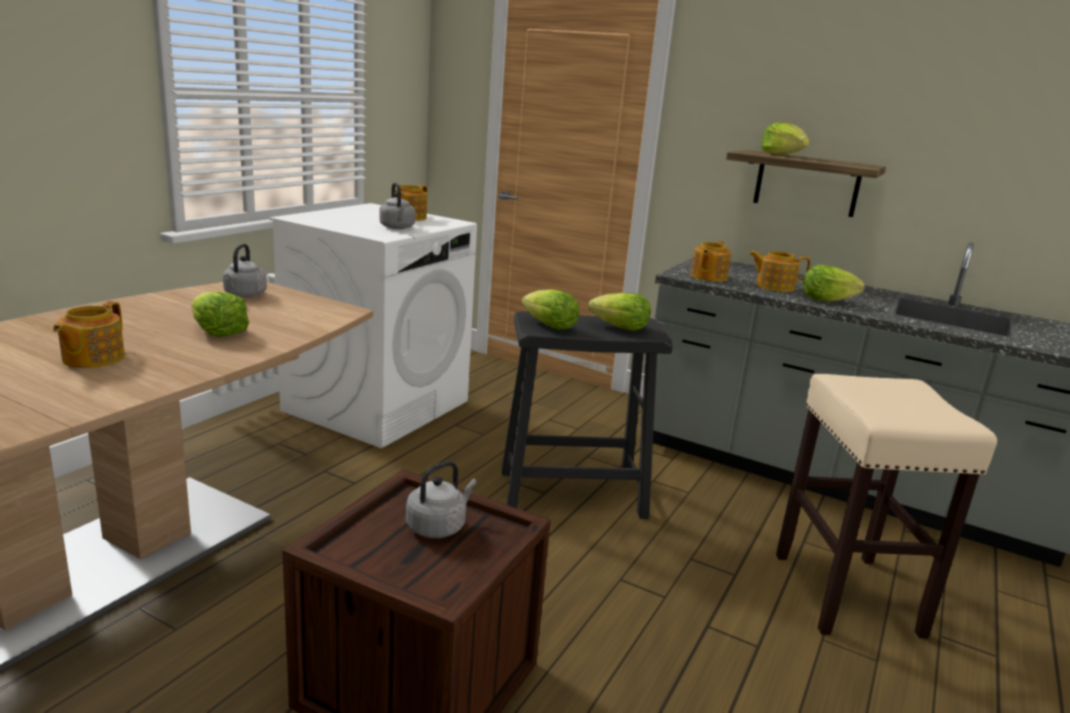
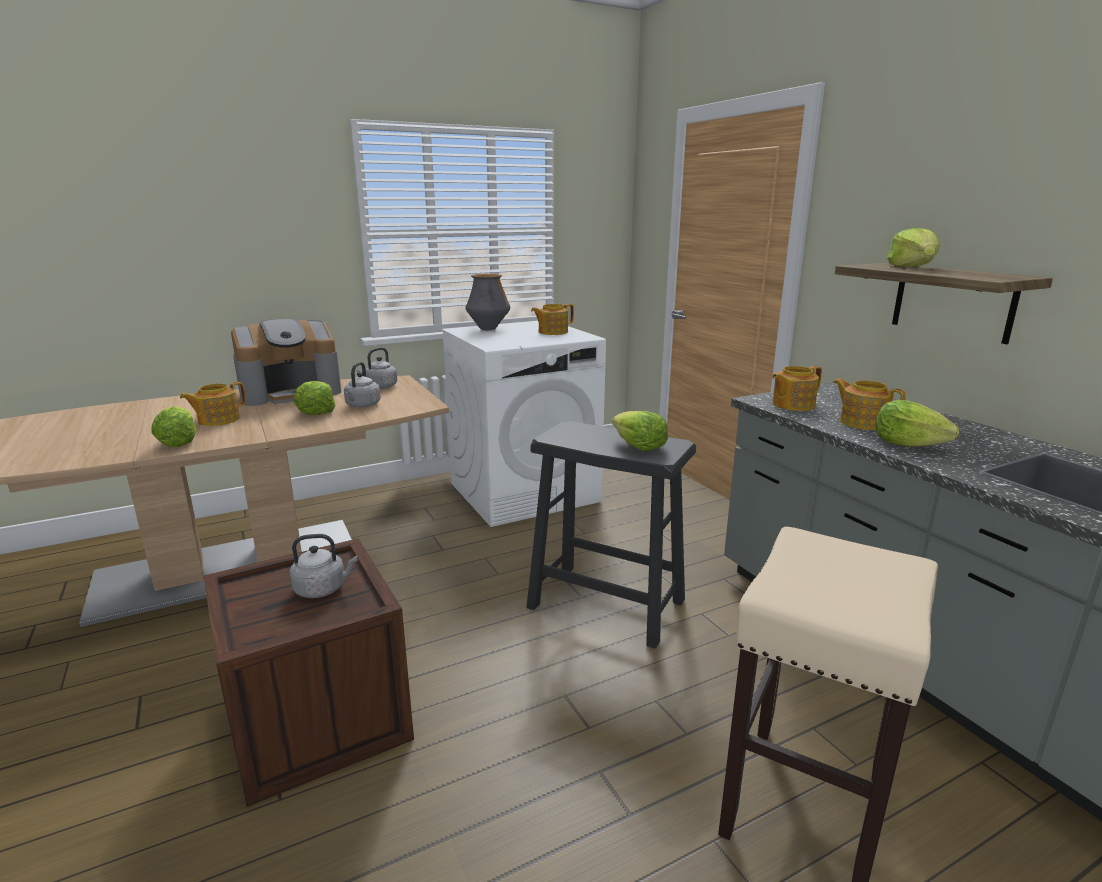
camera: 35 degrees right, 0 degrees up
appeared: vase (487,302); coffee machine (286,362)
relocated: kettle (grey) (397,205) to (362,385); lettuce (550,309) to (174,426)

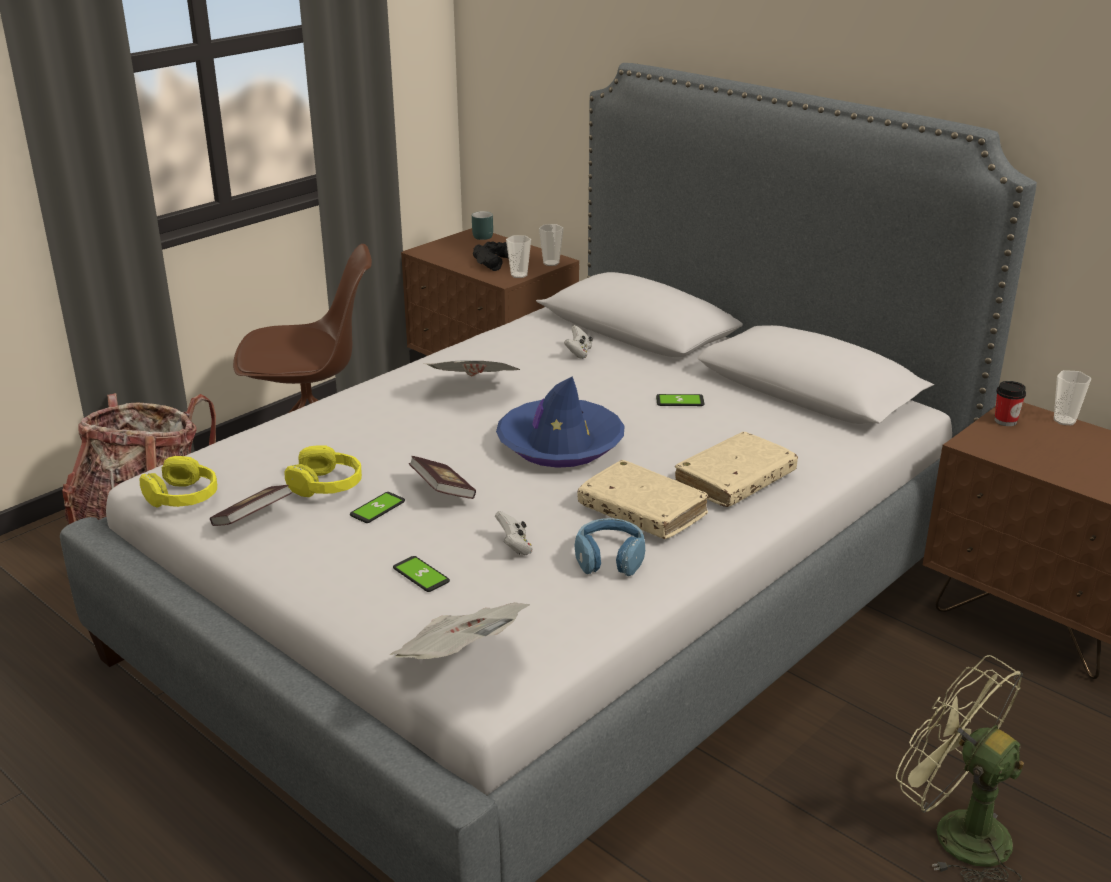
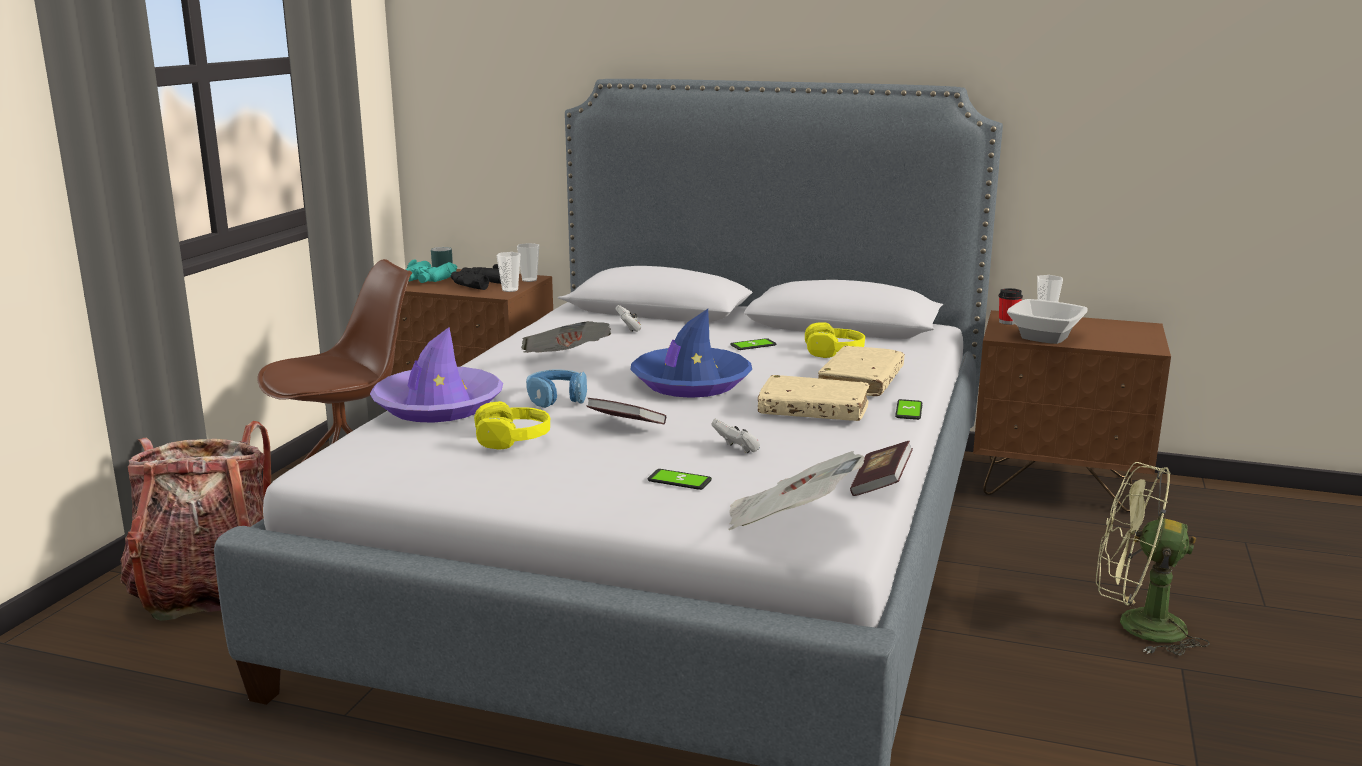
camera: 25 degrees left, 10 degrees down
appeared: binoculars (turquoise) (431,271); bowl (1047,321); hat (purple) (436,375)
relocated: headphones (yellow) (178,482) to (835,340); book (251,505) to (881,468); phone (377,507) to (908,409); headphones (blue) (609,547) to (556,388)

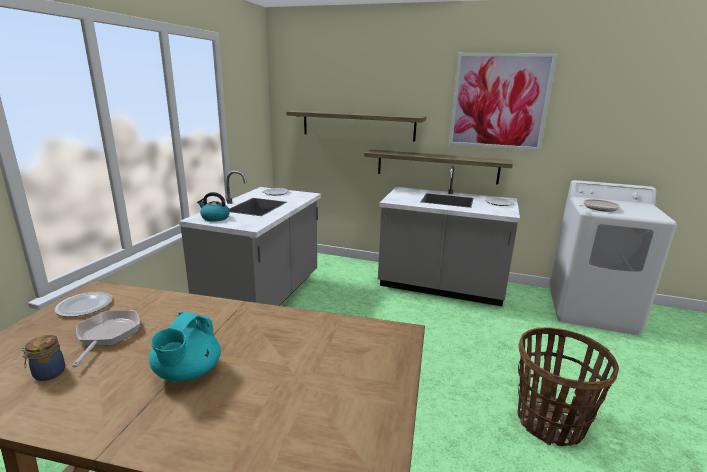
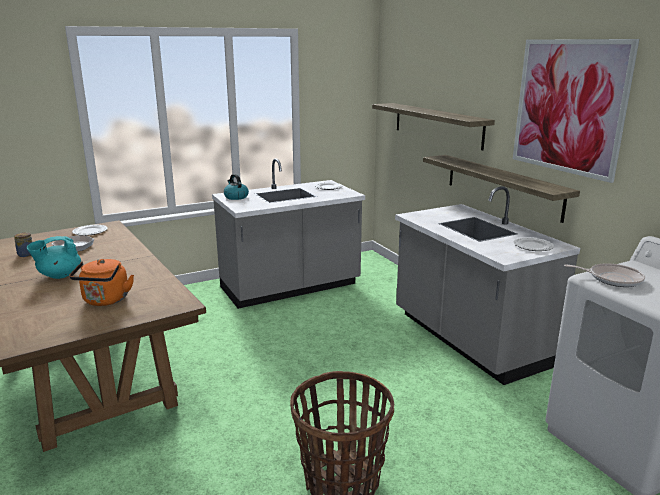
camera: 45 degrees right, 0 degrees up
appeared: kettle (orange) (101,282)

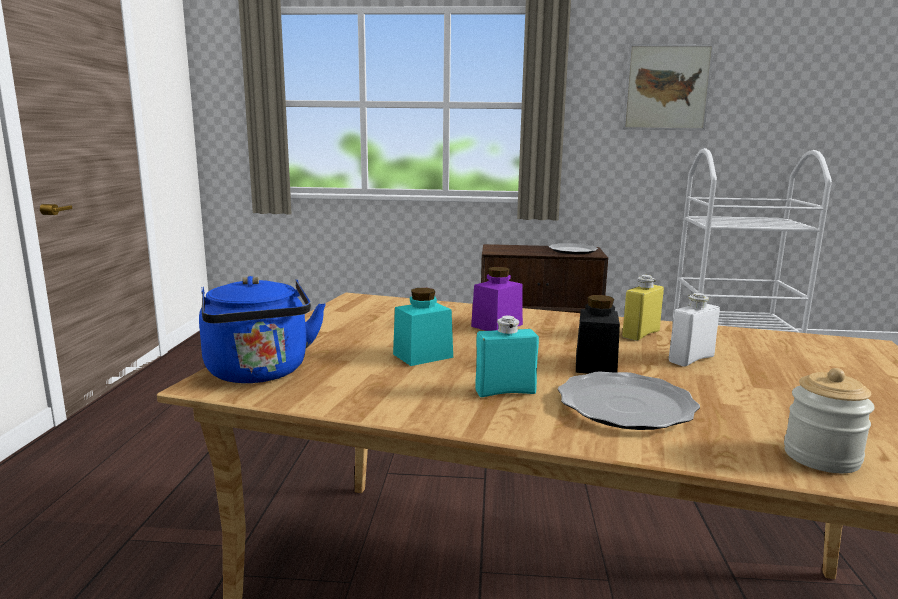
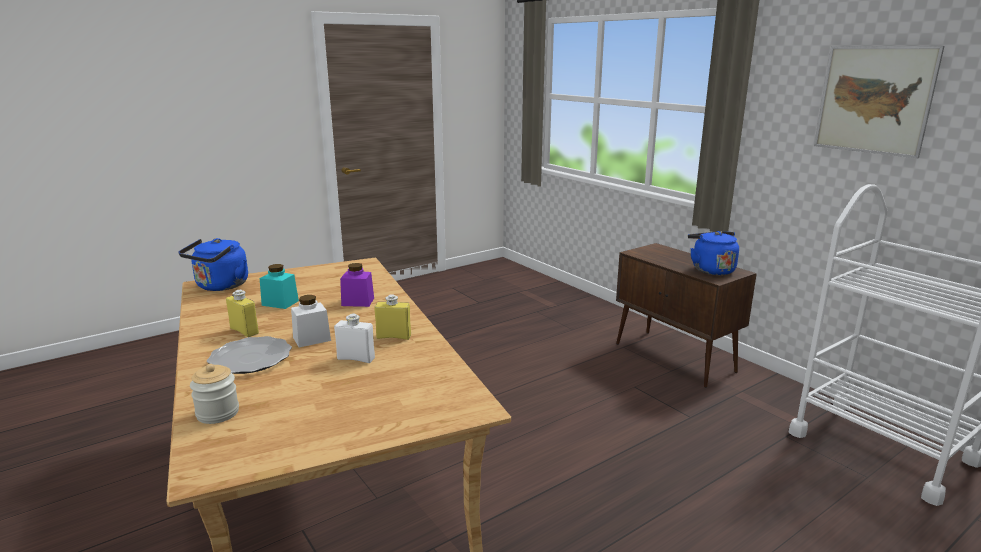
camera: 50 degrees right, 5 degrees up
exchanged: plate (573,248) to kettle (blue) (713,253)
colour: jar (black) (598,334) to jar (white) (311,321); bottle (turquoise) (507,356) to bottle (yellow) (242,313)

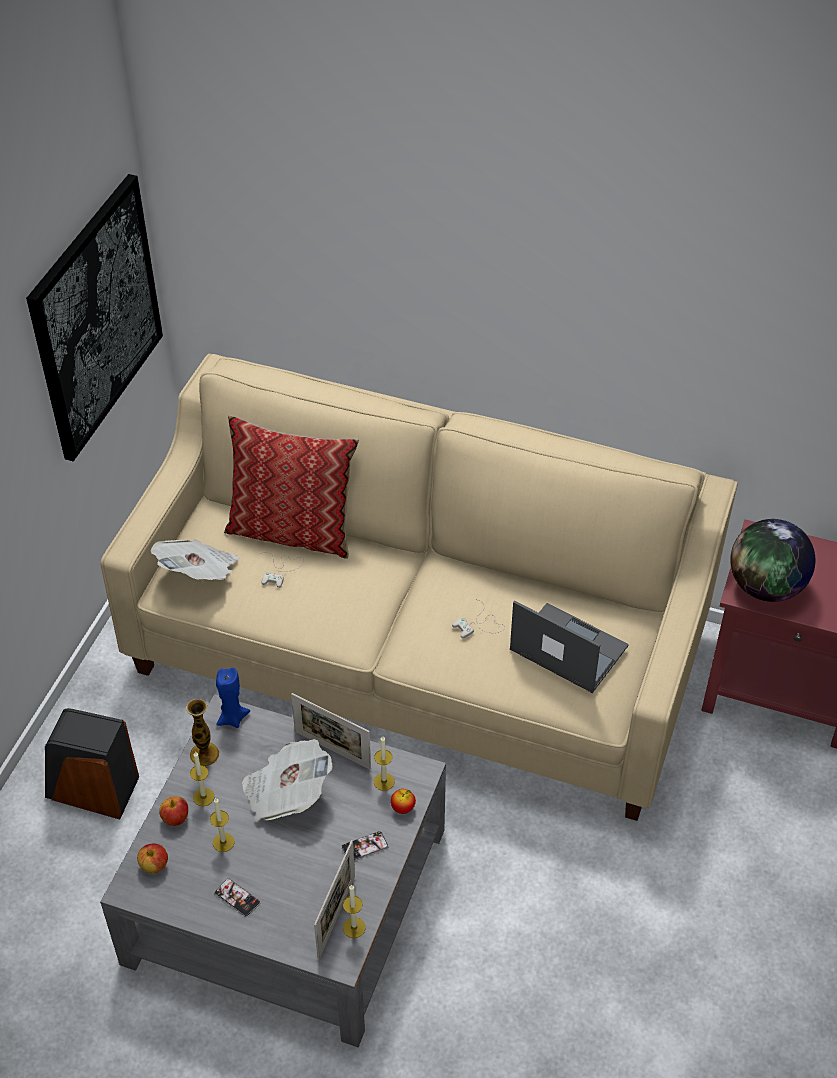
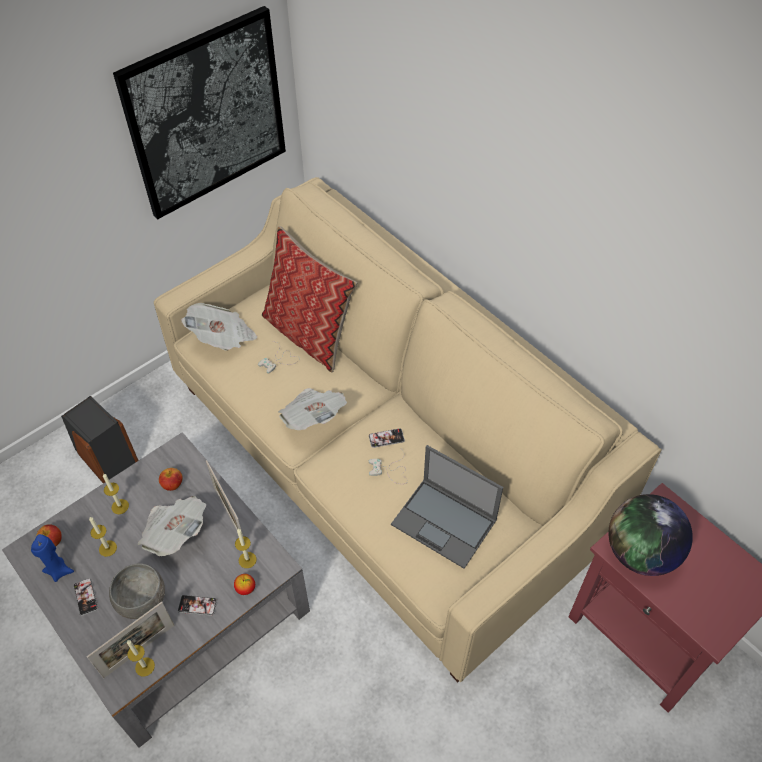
camera: 30 degrees right, 5 degrees up
missing: vase (202,733)
appeared: newspaper (312,409); phone (387,438); bowl (grey) (137,591)
relocated: candle (blue) (233,698) to (52,558); apple (173,811) to (171,479)
spun: laptop (569,646) = (447,507) 150 degrees clockwise

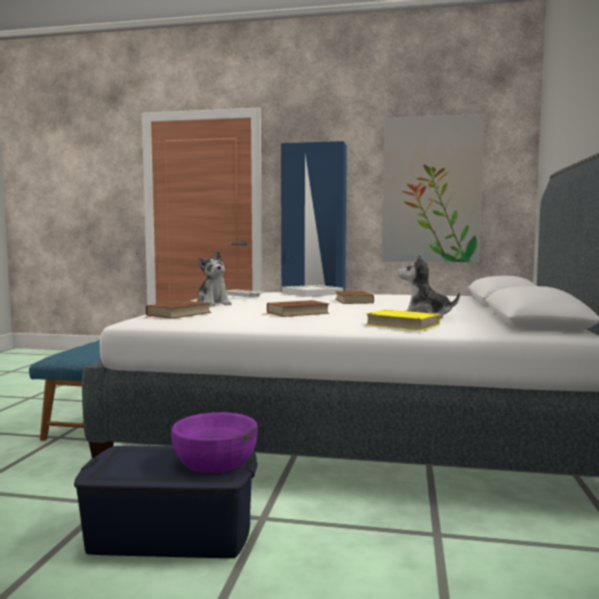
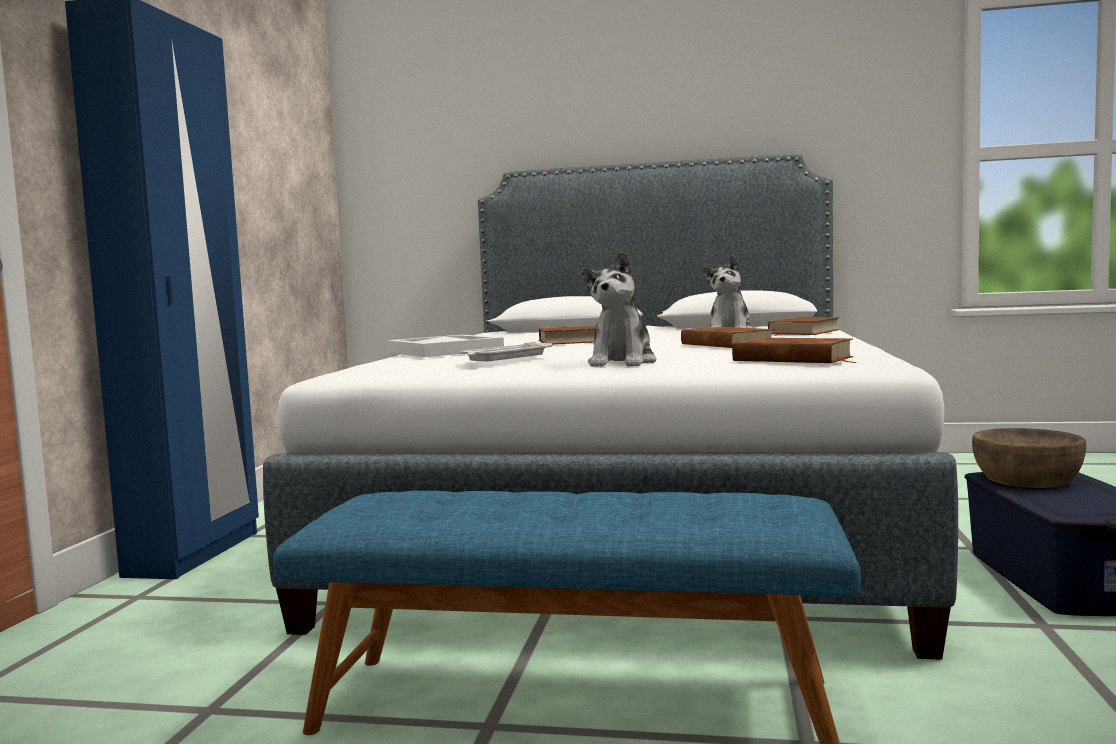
camera: 90 degrees left, 0 degrees up
missing: picture (433,188)
colour: book (yellow) (402,320) to book (brown) (804,326); bowl (purple) (214,442) to bowl (brown) (1029,458)
spun: plush toy (214,278) = (619,309) 135 degrees clockwise

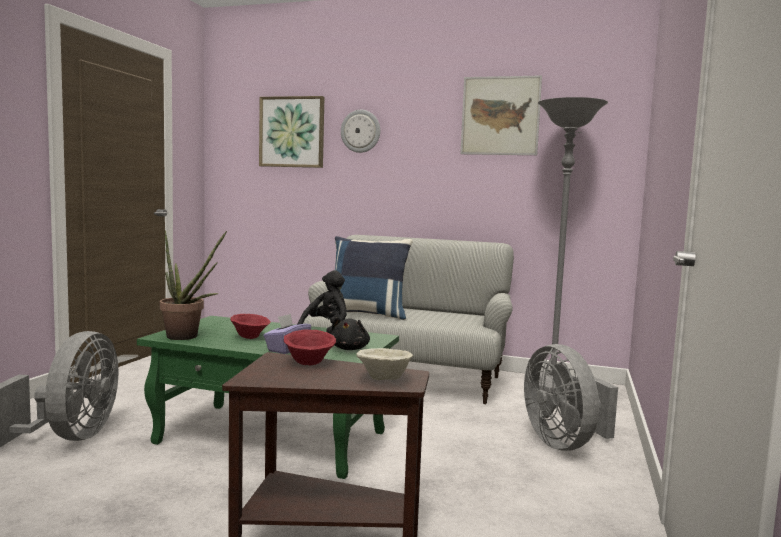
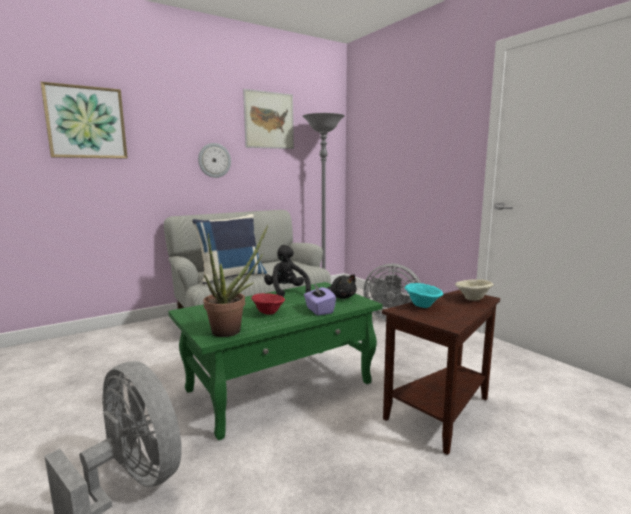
camera: 50 degrees left, 5 degrees up
relocated: wall clock (360,131) to (214,160)
colour: bowl (red) (310,347) to bowl (turquoise) (424,295)

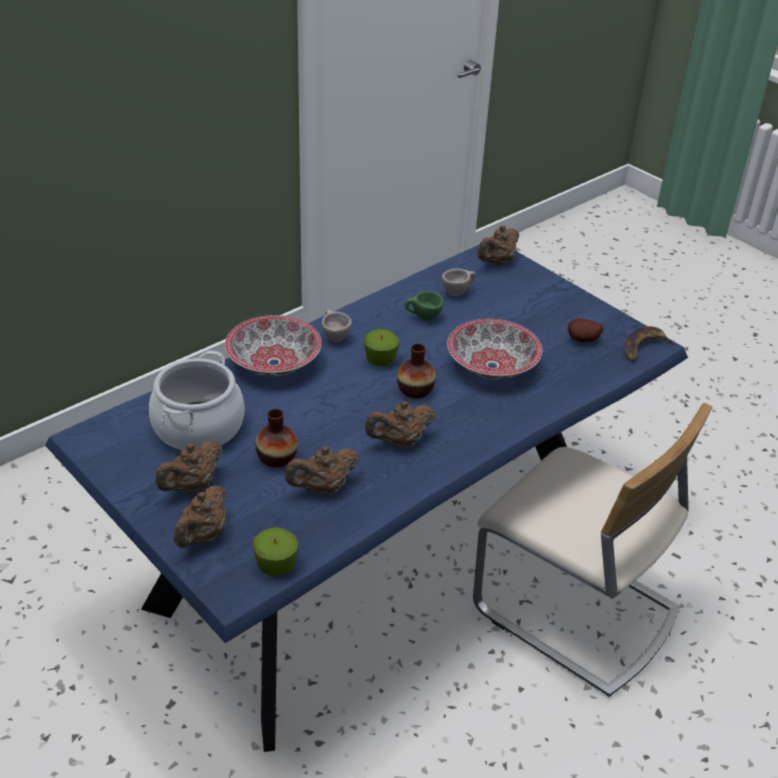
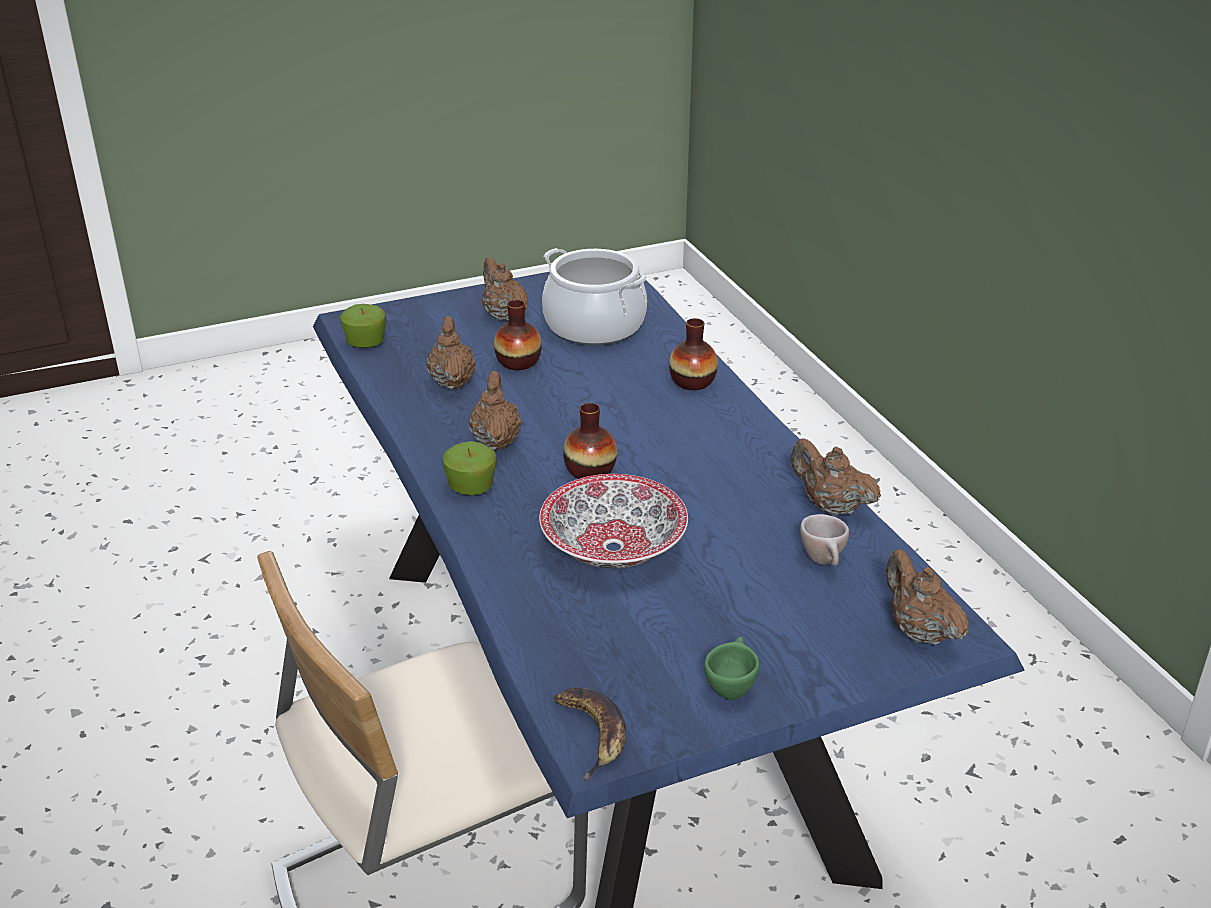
camera: 110 degrees right, 5 degrees down
missing: cup (beige) (337,326); potato (585,330)
relocated: cup (green) (424,306) to (732,668); apple (381,347) to (469,468); teapot (brown) (200,516) to (836,477)
exchanged: bowl (273,346) to vase (693,354)

